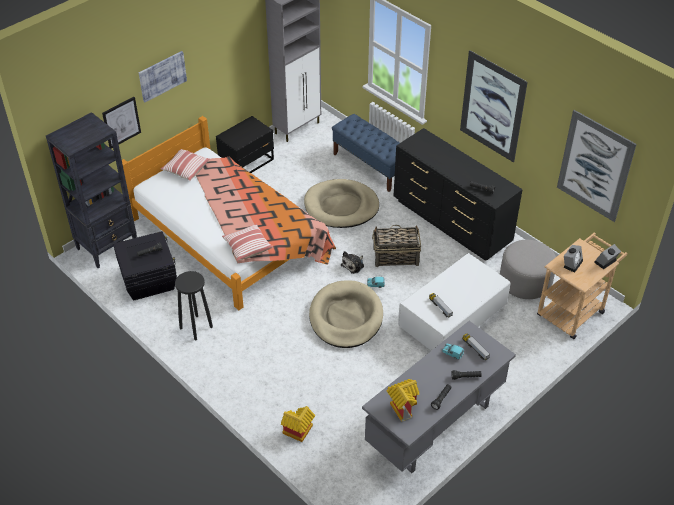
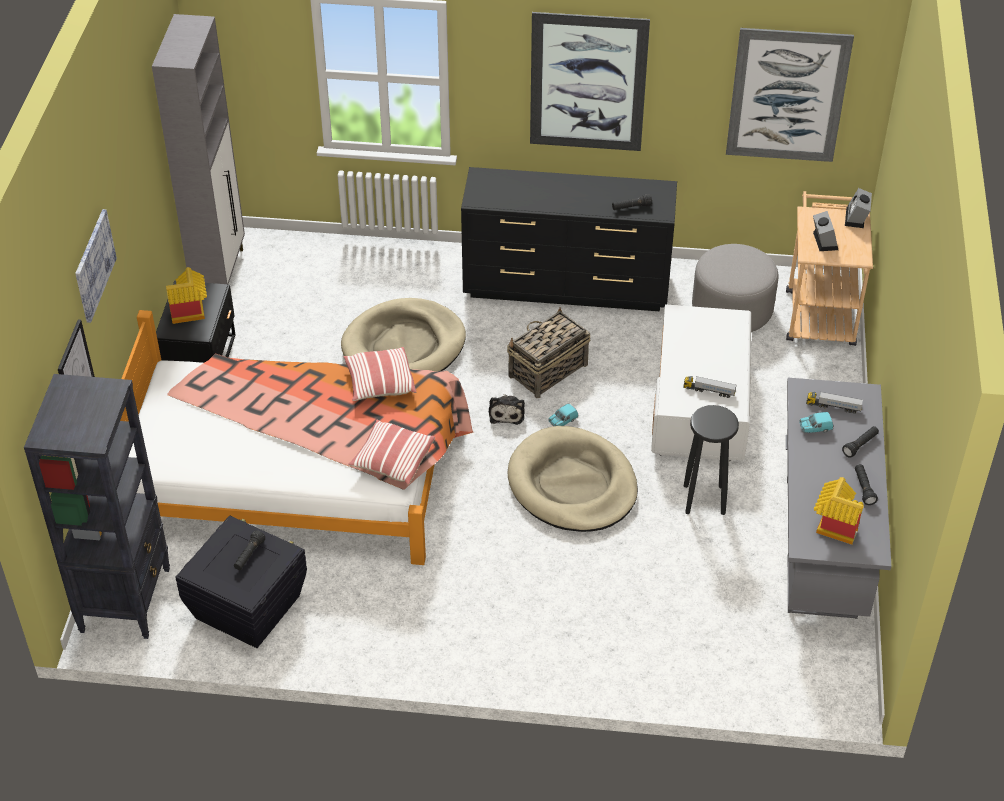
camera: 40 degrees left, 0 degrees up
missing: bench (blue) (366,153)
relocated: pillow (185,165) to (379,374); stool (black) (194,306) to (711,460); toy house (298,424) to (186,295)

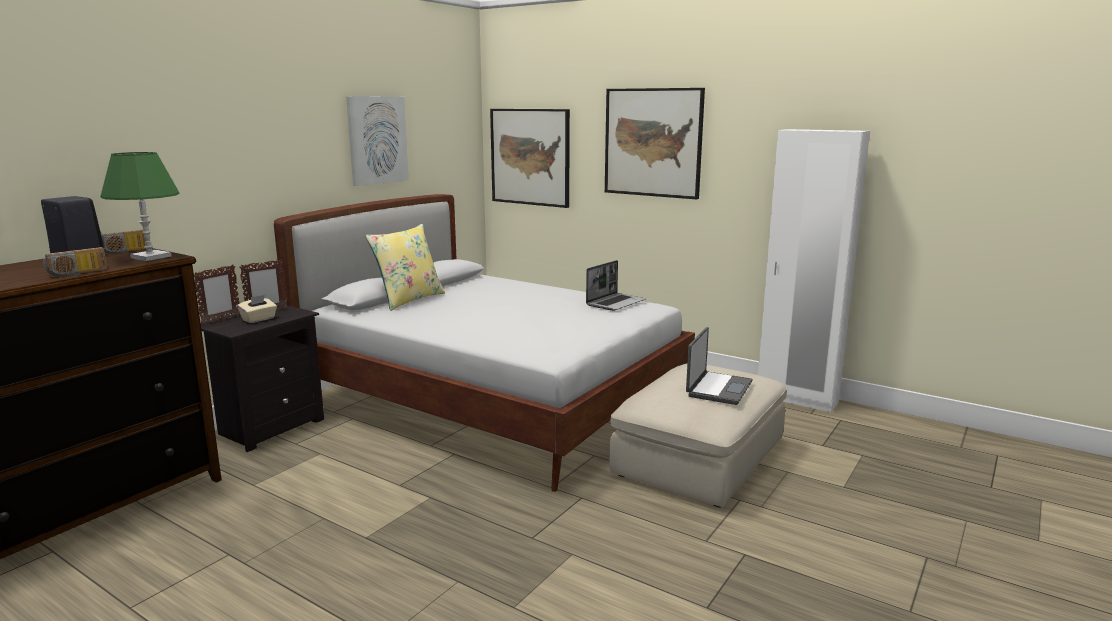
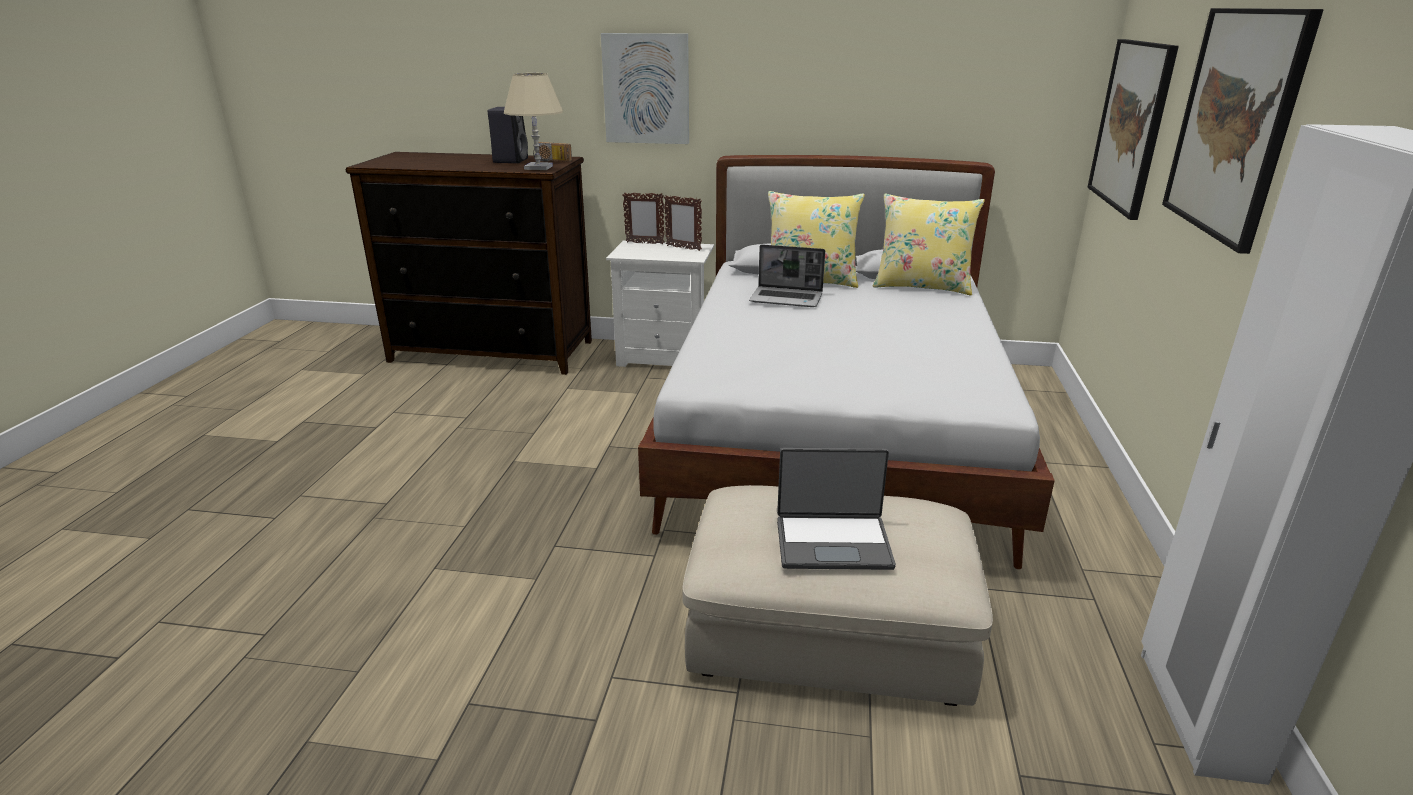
camera: 65 degrees right, 10 degrees up
missing: radio (75,262); tissue box (beige) (257,309)
appeared: pillow (yellow) (929,244)
relocated: picture (377,141) to (645,88); laptop (616,285) to (787,276)
colour: table lamp (green) (140,206) to table lamp (beige) (533,121); nightstand (black) (262,378) to nightstand (white) (660,303)

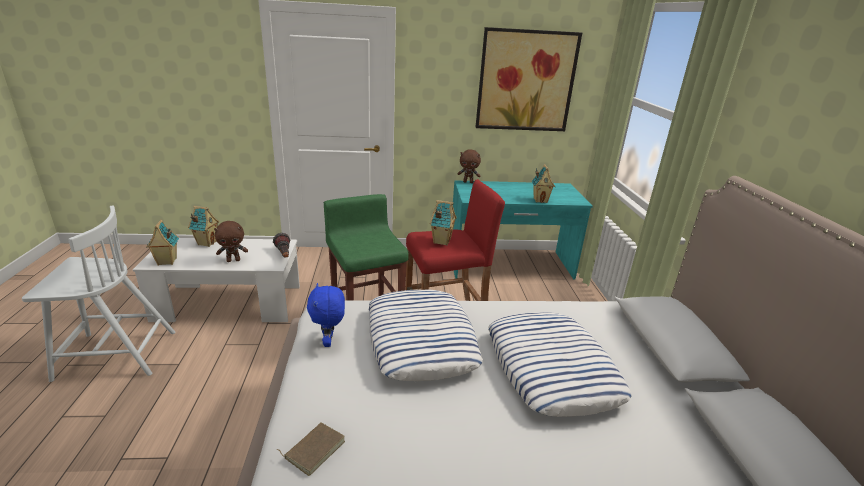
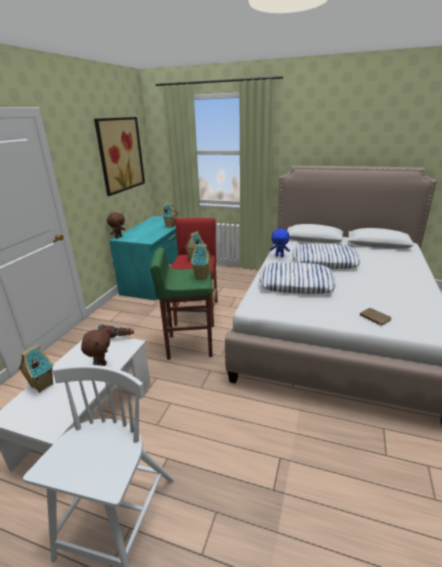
camera: 65 degrees left, 0 degrees up
relocated: toy house (162,243) to (201,261); plush toy (blue) (326,315) to (280,243)

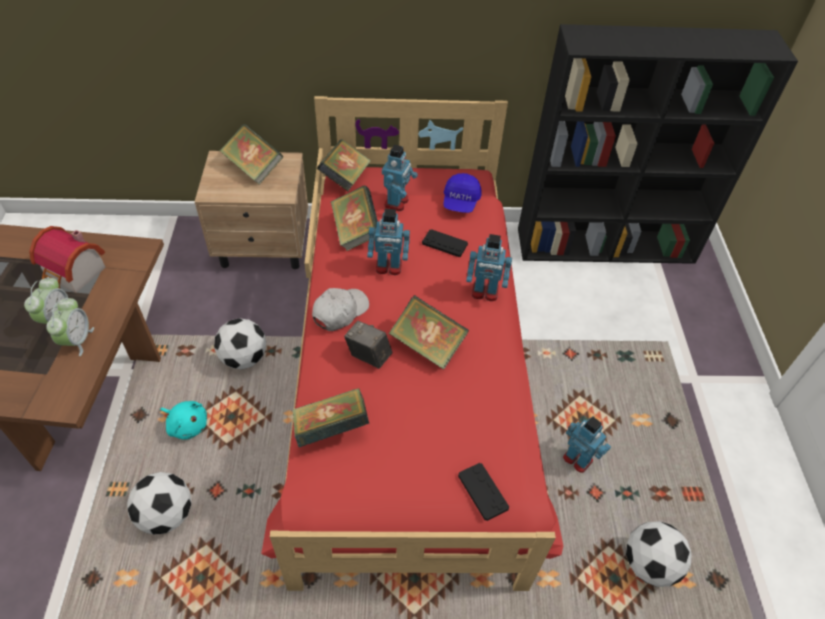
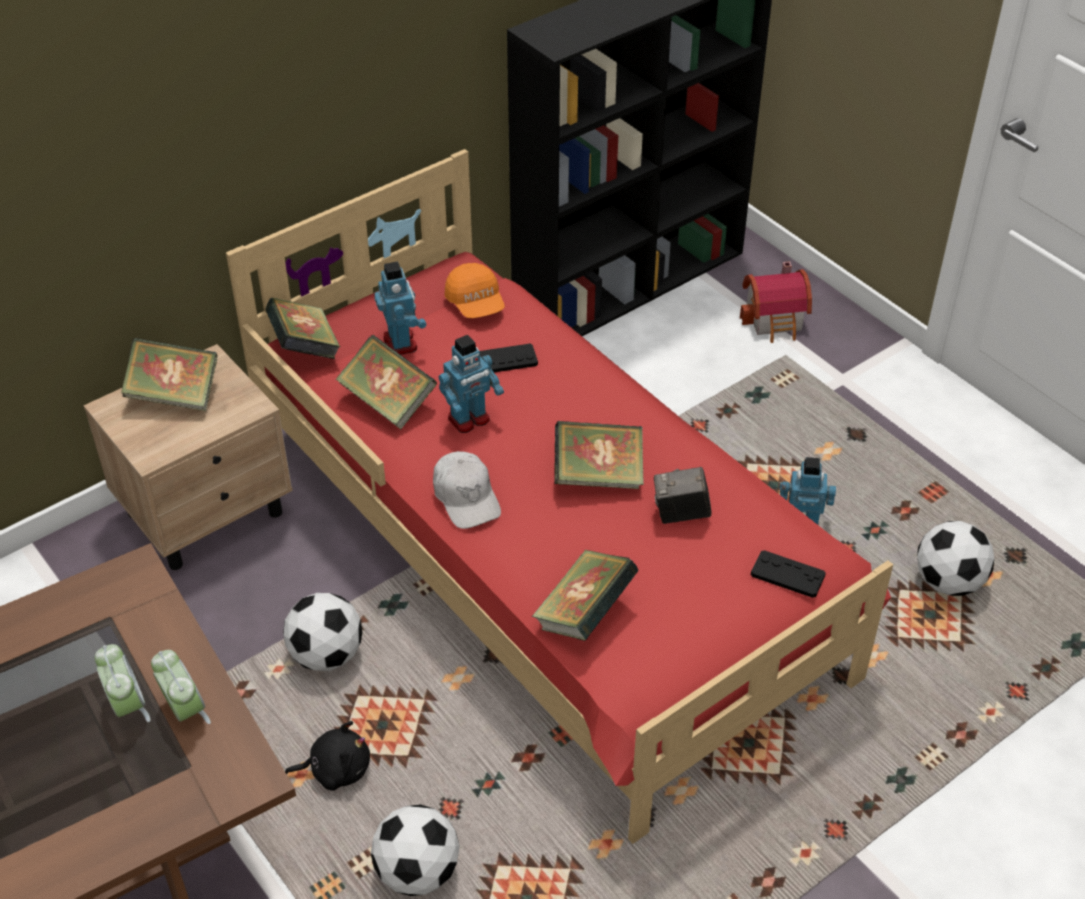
camera: 35 degrees left, 5 degrees down
missing: toy robot (489,267)
relocated: toy house (67,259) to (776,302); photo camera (368,345) to (682,495)
colour: cap (blue) (462,193) to cap (orange) (475,290); plush toy (turquoise) (183,420) to plush toy (black) (327,756)
spun: cap (white) (340,309) = (467,490) 150 degrees clockwise

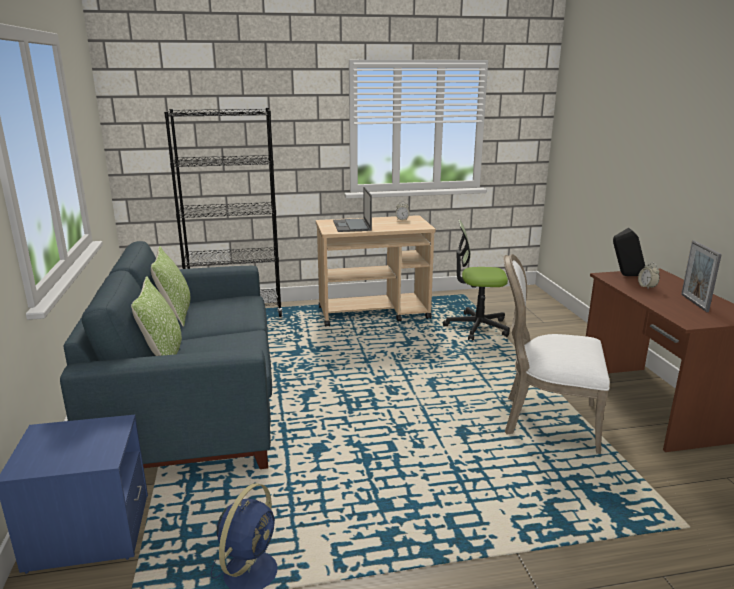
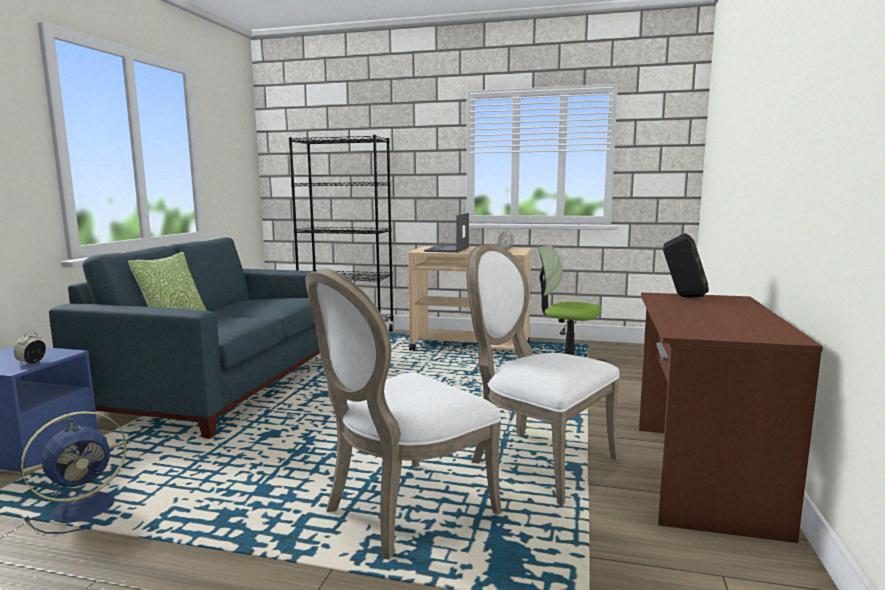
camera: 25 degrees right, 10 degrees down
missing: picture frame (701,276); pillow (170,286)
appeared: chair (white) (403,414)
relocated: alarm clock (649,275) to (30,347)

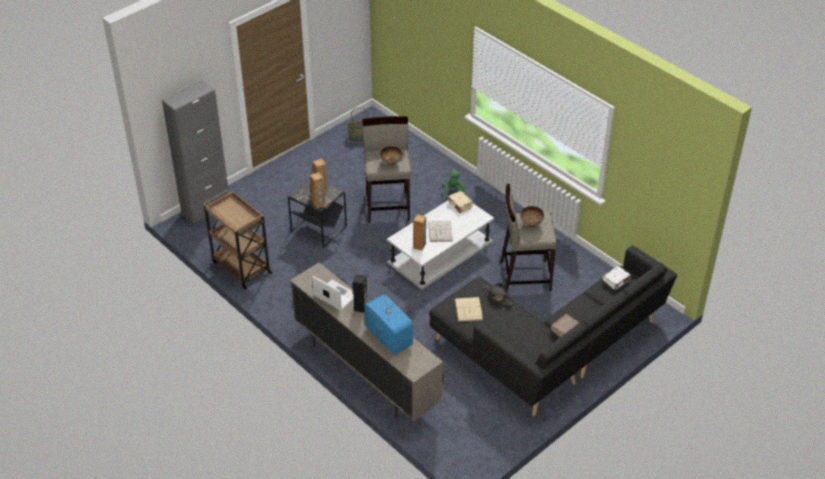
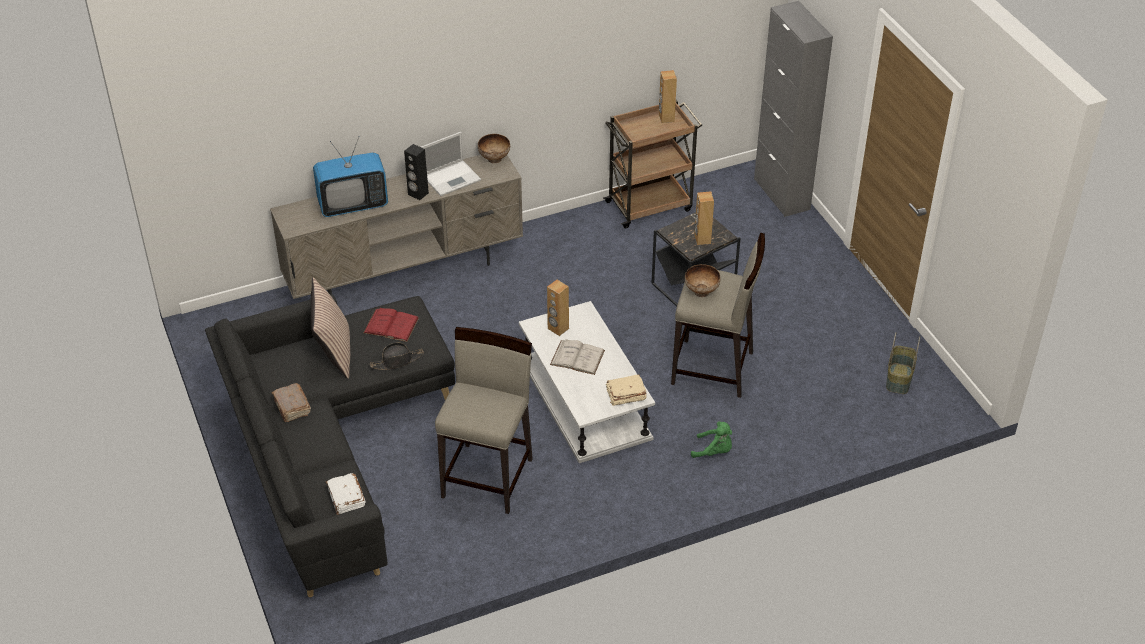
camera: 110 degrees right, 0 degrees up
appeared: pillow (330,328)
relocated: speaker (brown) (317,190) to (668,96); bowl (532,216) to (494,148)
colour: book (beige) (469,309) to book (red) (391,325)

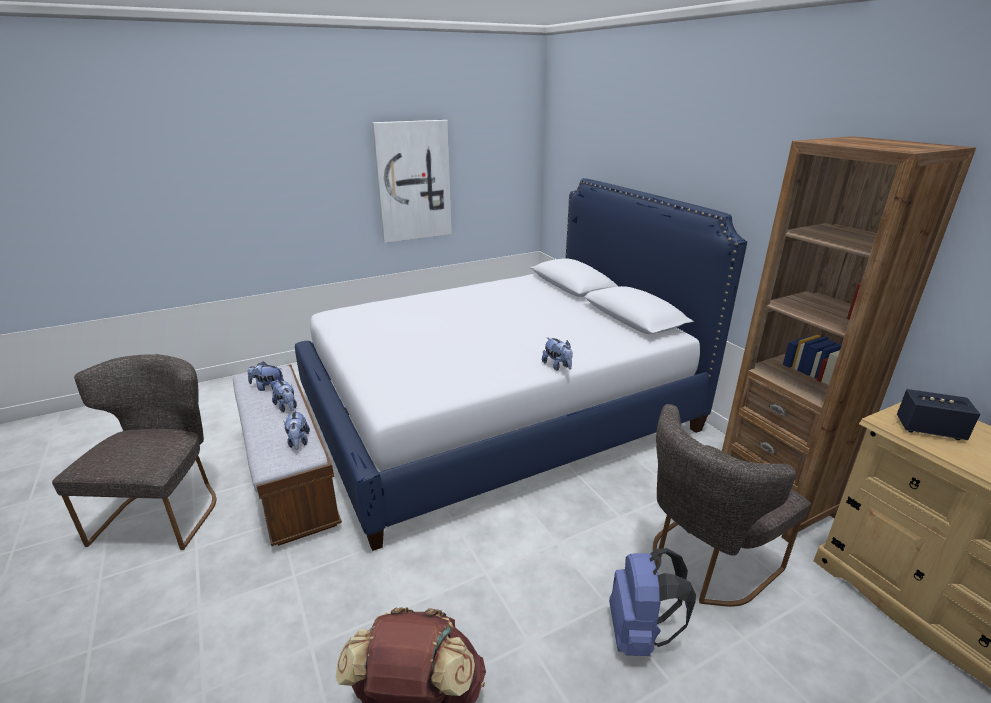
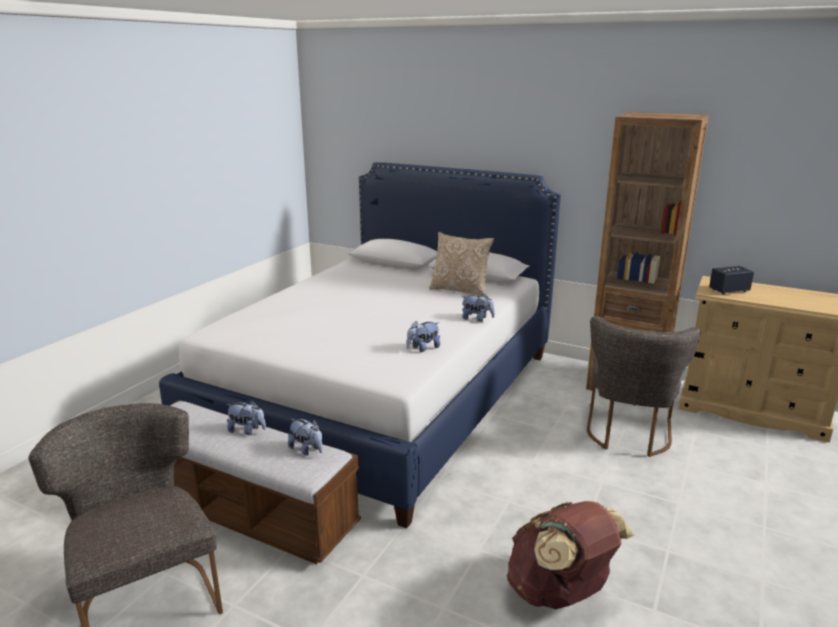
camera: 35 degrees left, 5 degrees down
missing: picture (412,181); backpack (blue) (652,602)
appeared: pillow (461,264)
relocated: plush toy (266,376) to (423,336)

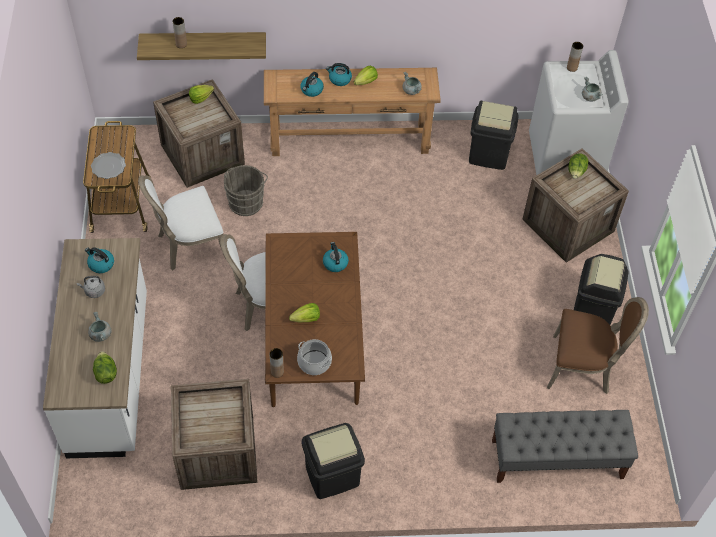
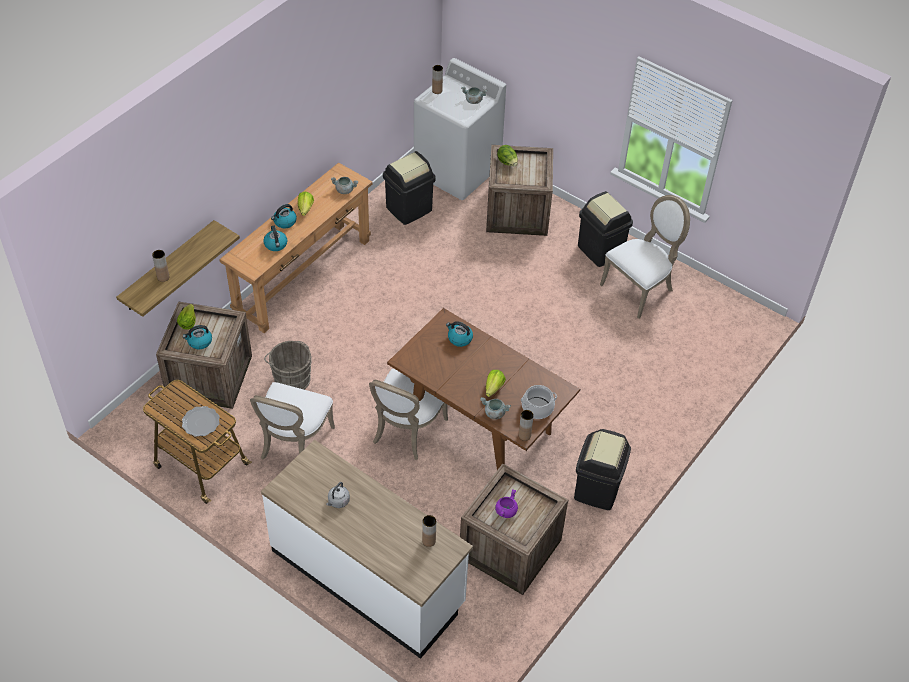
camera: 50 degrees left, 5 degrees down
missing: bench (grey) (565,446)
appeared: cooking pot (purple) (506,503)
relocated: kettle (99,260) to (197,337); cooking pot (grey) (99,327) to (495,408)
exchanged: lettuce (105,367) to vase (brown) (429,531)
colour: chair (brown) (598,345) to chair (white) (645,257)

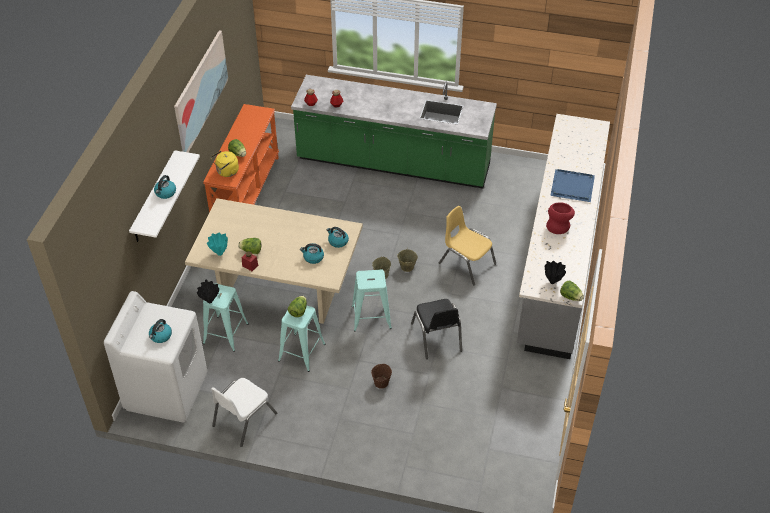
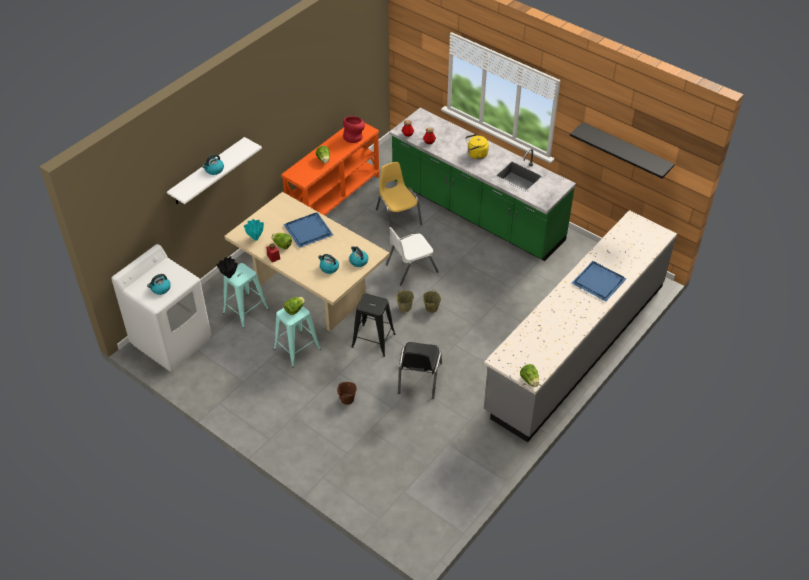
camera: 25 degrees right, 0 degrees up
missing: picture (201,91); vase (black) (555,272)
appeared: shelf (black) (622,150); tray (blue) (308,230)
relocated: kettle (yellow) (225,164) to (477,146); vase (red) (560,218) to (354,129); chair (yellow) (467,245) to (399,194); chair (white) (244,412) to (412,256)
colour: stool (turquoise) (372,300) to stool (black) (374,325)

